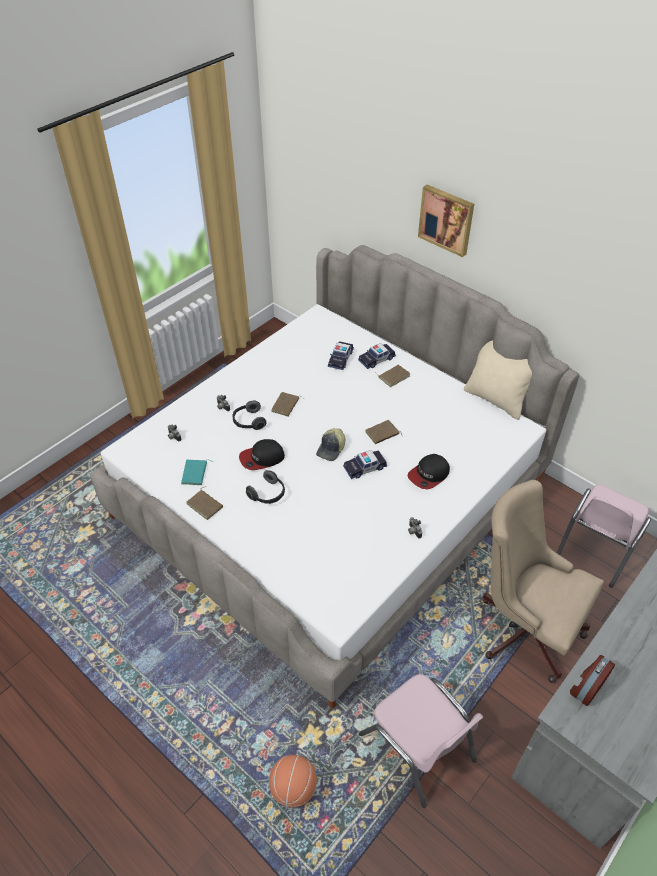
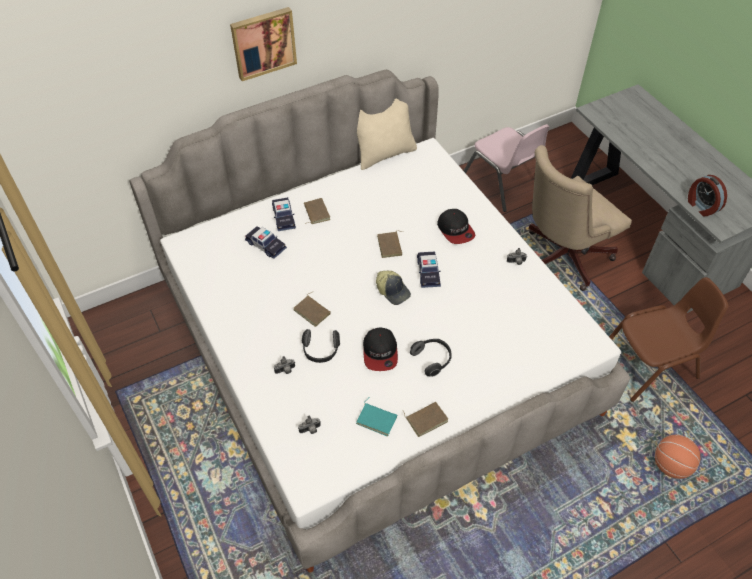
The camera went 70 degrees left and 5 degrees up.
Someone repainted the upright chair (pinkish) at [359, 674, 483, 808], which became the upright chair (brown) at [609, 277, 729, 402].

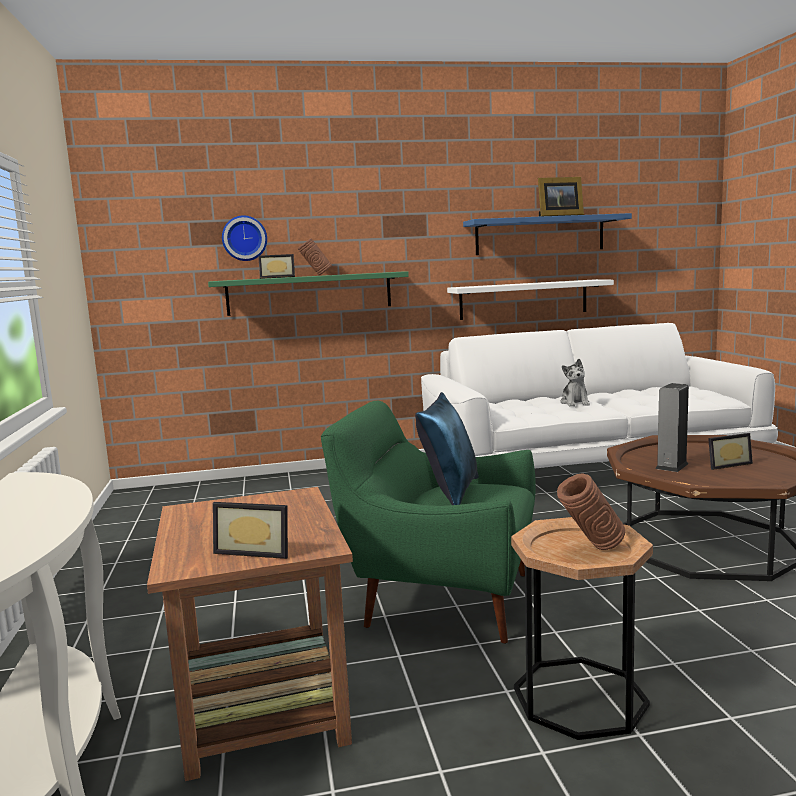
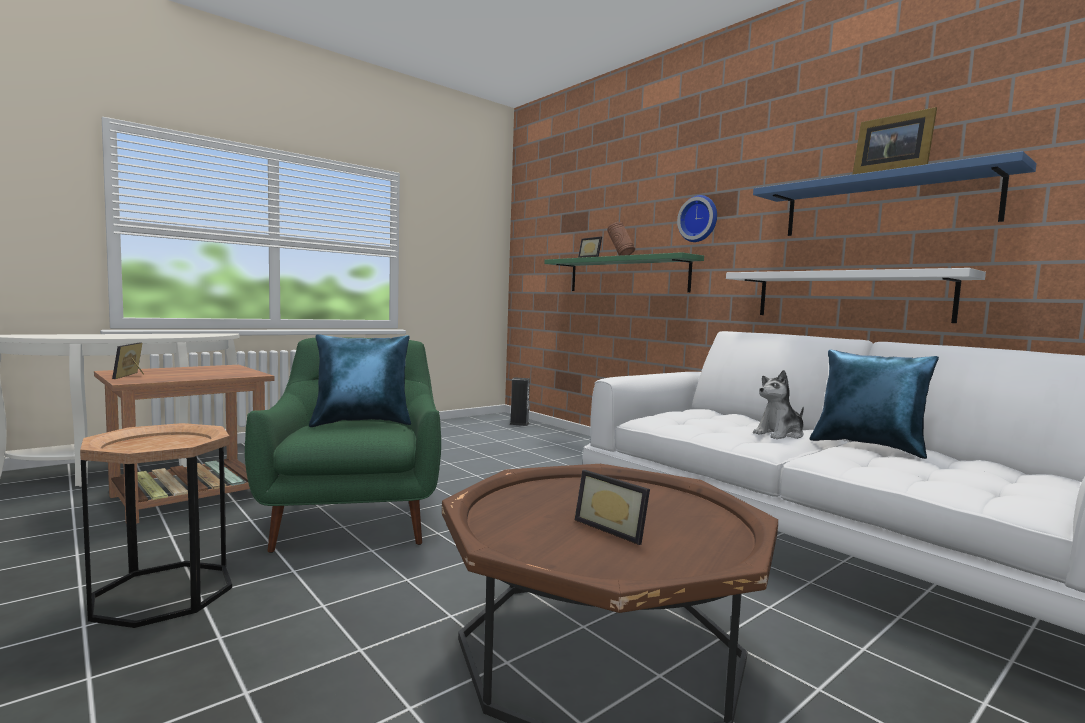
The camera went 60 degrees right and 5 degrees down.
Someone took away the flower vase (brown) at [557, 473, 625, 550].
Someone put down the cushion (blue) at [810, 350, 939, 459].
Someone carried the hanging clock from [222, 215, 267, 261] to [677, 195, 717, 242].
Someone carried the loudspeaker from [655, 383, 689, 472] to [509, 377, 530, 426].

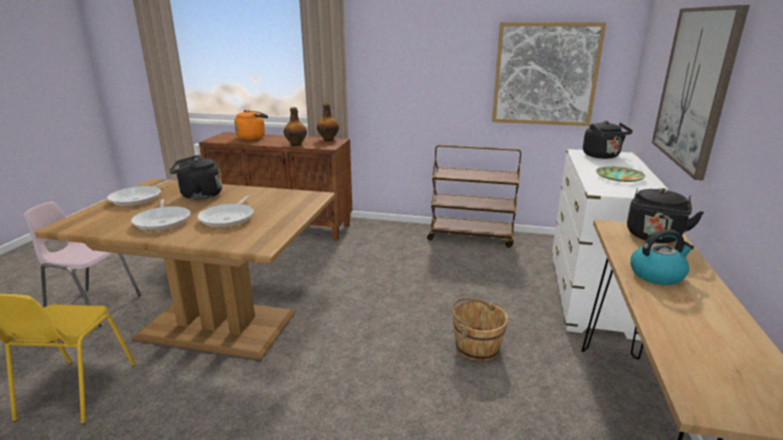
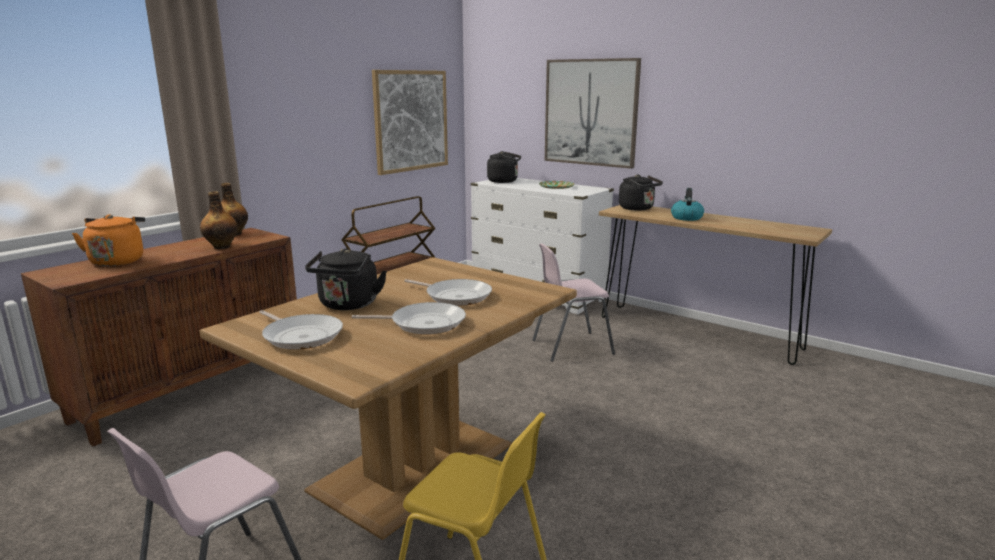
The camera went 65 degrees left and 5 degrees down.
Someone swapped the bucket (brown) at [451, 297, 508, 361] for the upright chair (pinkish) at [533, 243, 615, 362].

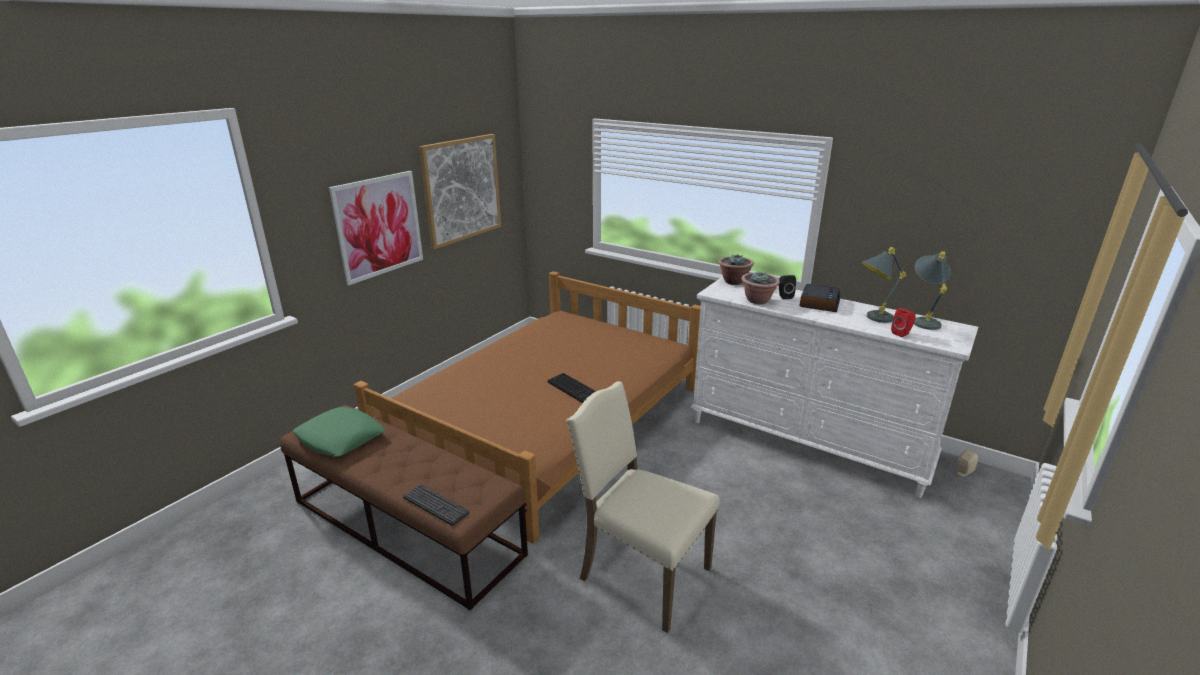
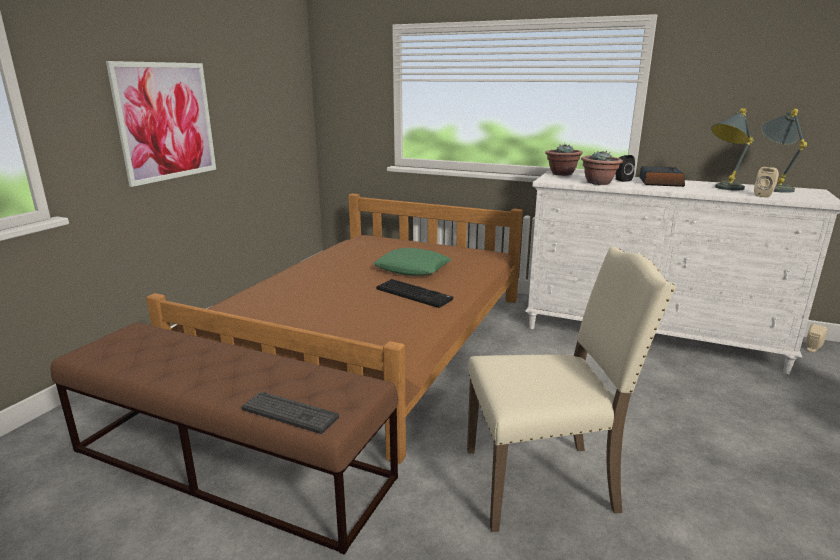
The camera went 10 degrees left and 5 degrees down.
Someone took away the picture at [419, 134, 501, 249].
Someone carried the cushion (green-coloured) from [293, 407, 385, 457] to [373, 248, 451, 276].
Someone repainted the loudspeaker (reddish) at [891, 308, 916, 337], which became the loudspeaker (sand-coloured) at [754, 167, 779, 198].
Someone rotated the upright chair (sand-coloured) at [566, 381, 720, 633] by 150 degrees clockwise.

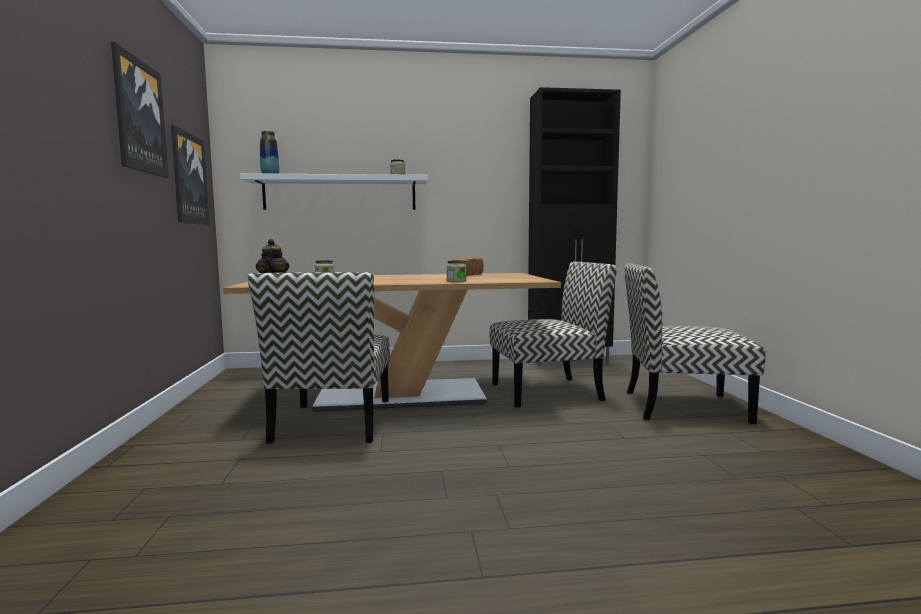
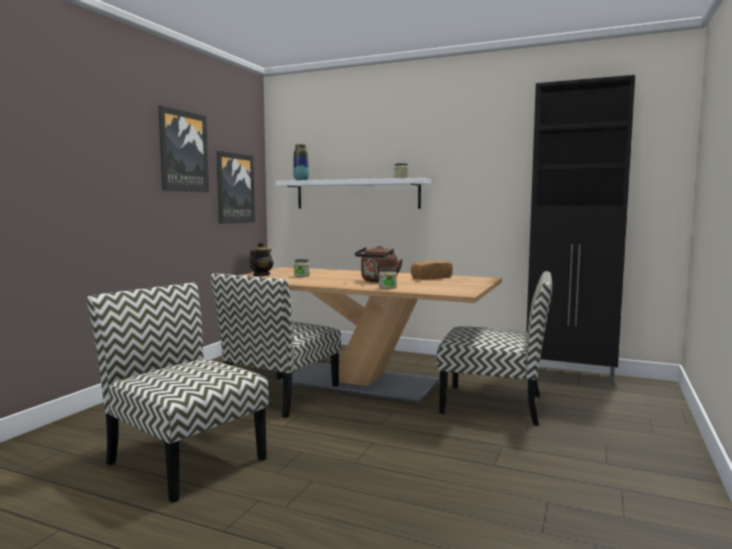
The camera went 30 degrees right and 0 degrees up.
Someone put down the tea kettle (brown) at [355, 245, 403, 282].
Someone carried the upright chair from [624, 263, 766, 424] to [87, 283, 269, 503].

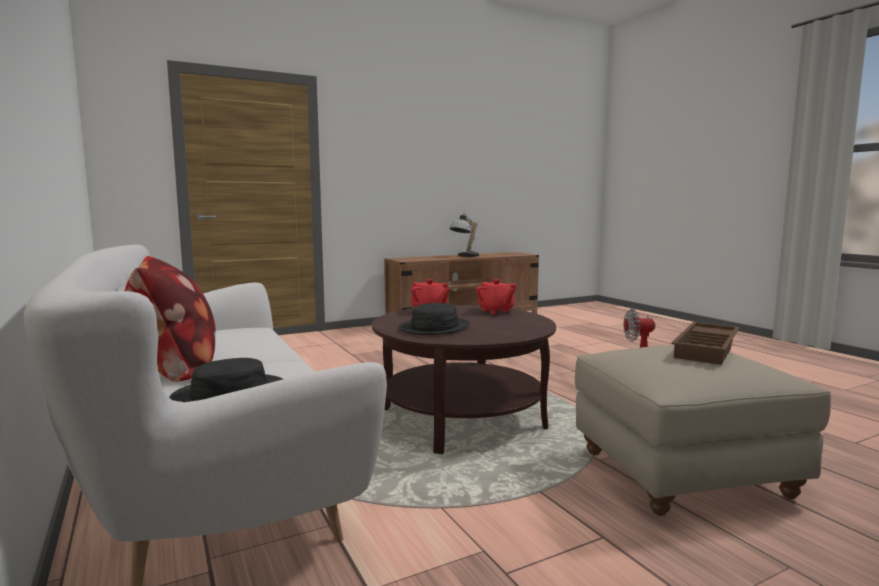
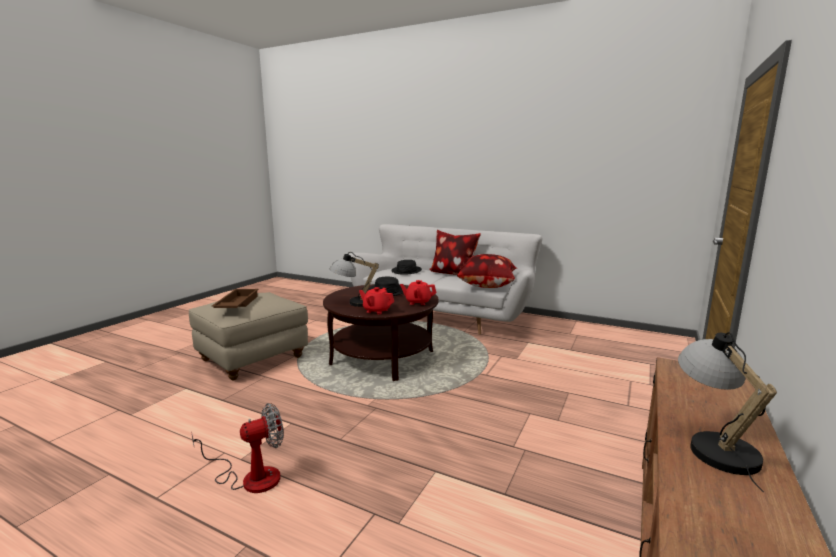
The camera went 145 degrees right and 5 degrees up.
Someone put down the table lamp at [330, 252, 379, 307].
Someone put down the cushion at [457, 254, 517, 288].

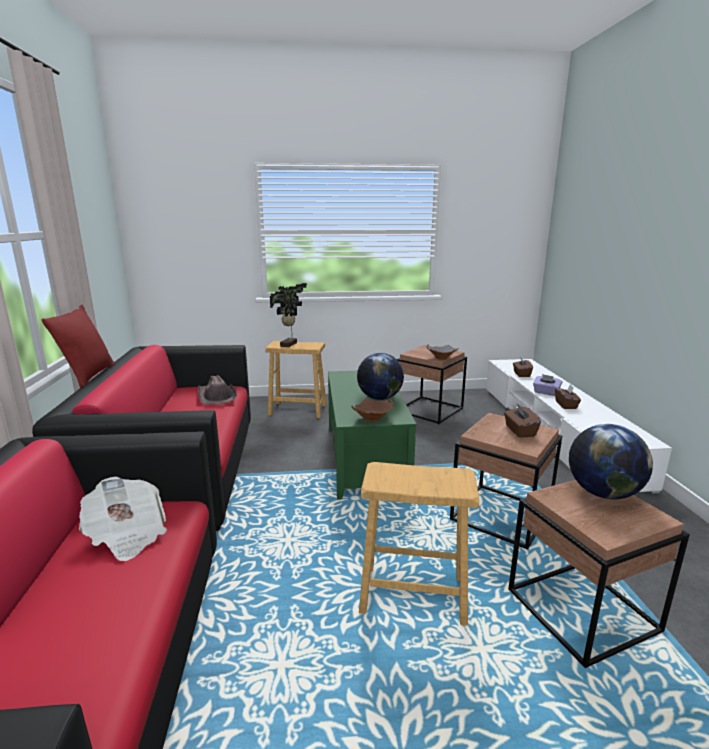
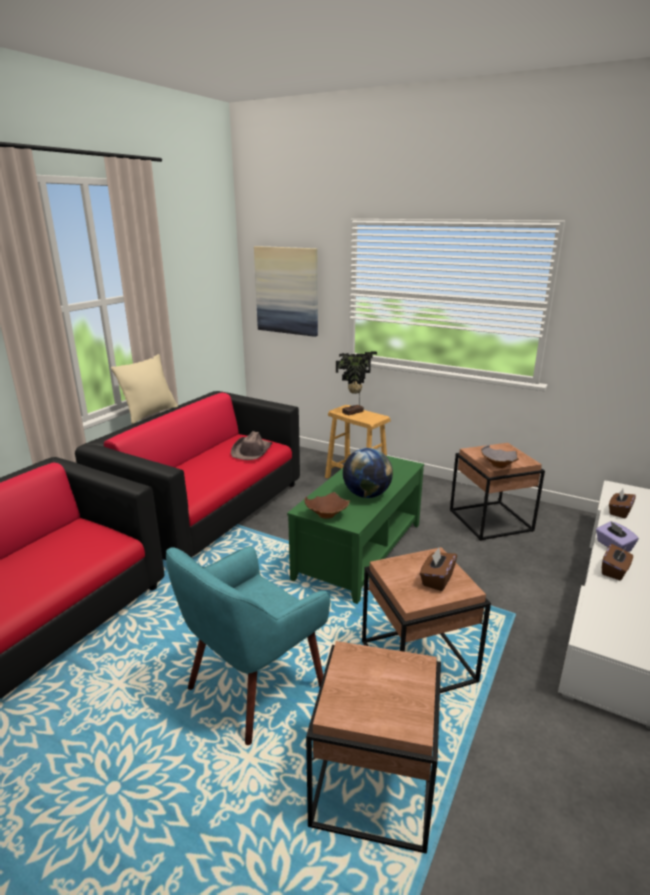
The camera went 35 degrees right and 5 degrees up.
Someone took away the daily paper at [79, 477, 167, 561].
Someone took away the world globe at [569, 424, 653, 499].
Someone put up the picture at [254, 246, 318, 337].
Someone swapped the sitting stool (brown) at [359, 462, 479, 626] for the lounge chair (blue-green) at [166, 546, 330, 745].
Someone repainted the cushion (reddish) at [41, 305, 115, 388], which became the cushion (sand-coloured) at [111, 354, 178, 424].

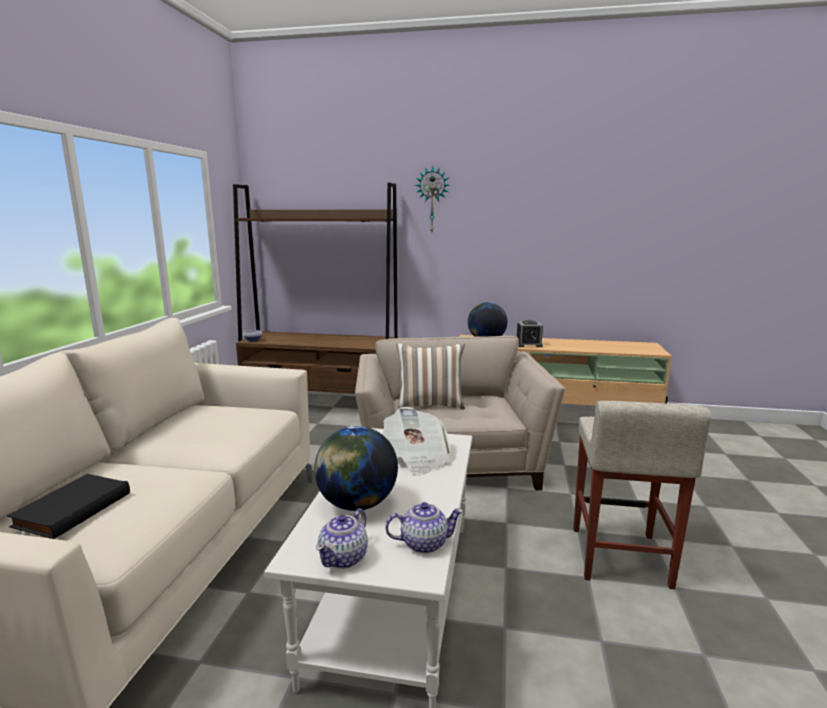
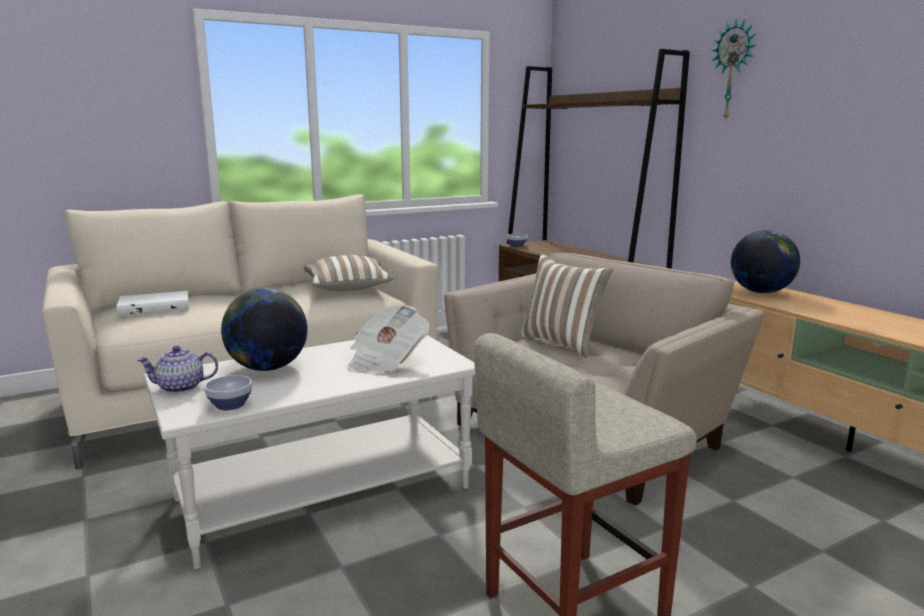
The camera went 50 degrees right and 0 degrees up.
Someone took away the bedside clock at [517, 320, 543, 347].
Someone put down the cushion at [304, 255, 394, 291].
Someone swapped the tea pot at [385, 502, 463, 553] for the serving bowl at [204, 375, 252, 410].
Someone repainted the bound book (black-coloured) at [7, 474, 130, 539], which became the bound book (whitish) at [116, 291, 189, 316].

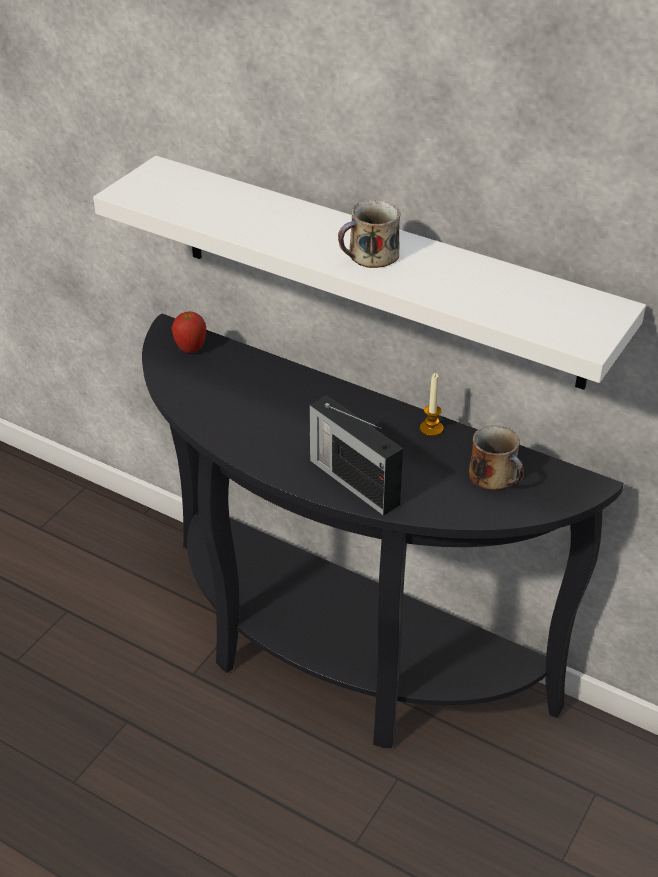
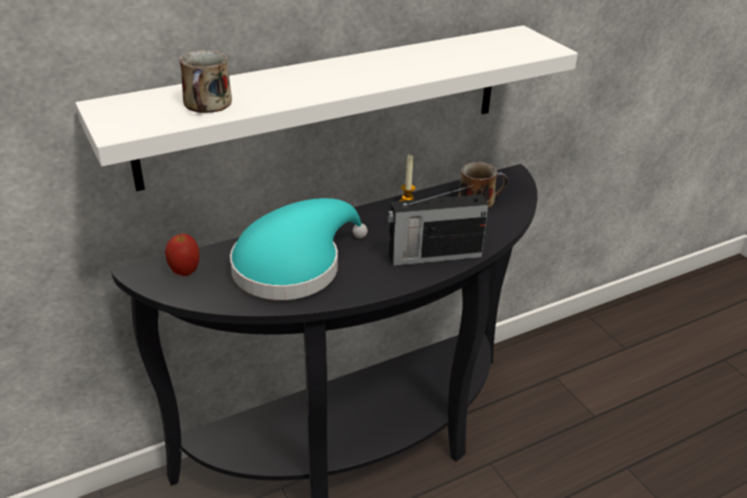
The camera went 60 degrees left and 5 degrees down.
Someone put down the wearable hat (blue-green) at [230, 198, 368, 300].
Someone carried the coffee mug from [338, 200, 401, 268] to [179, 50, 232, 113].

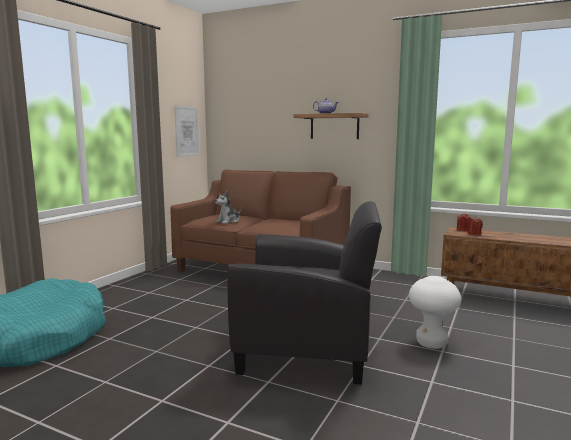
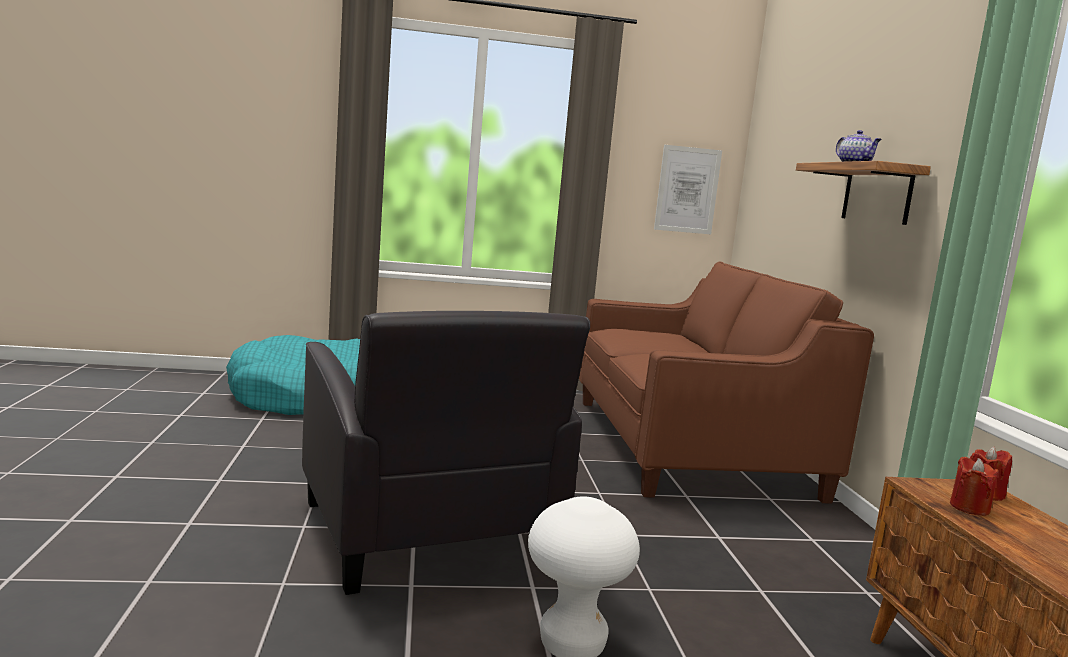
The camera went 55 degrees right and 0 degrees up.
Someone took away the soft toy at [215, 191, 241, 224].

